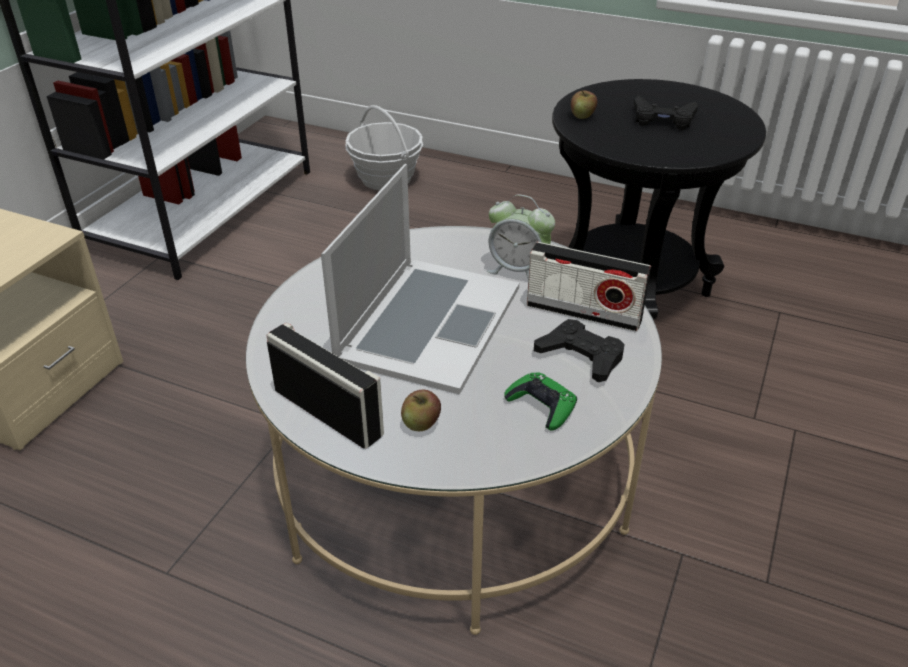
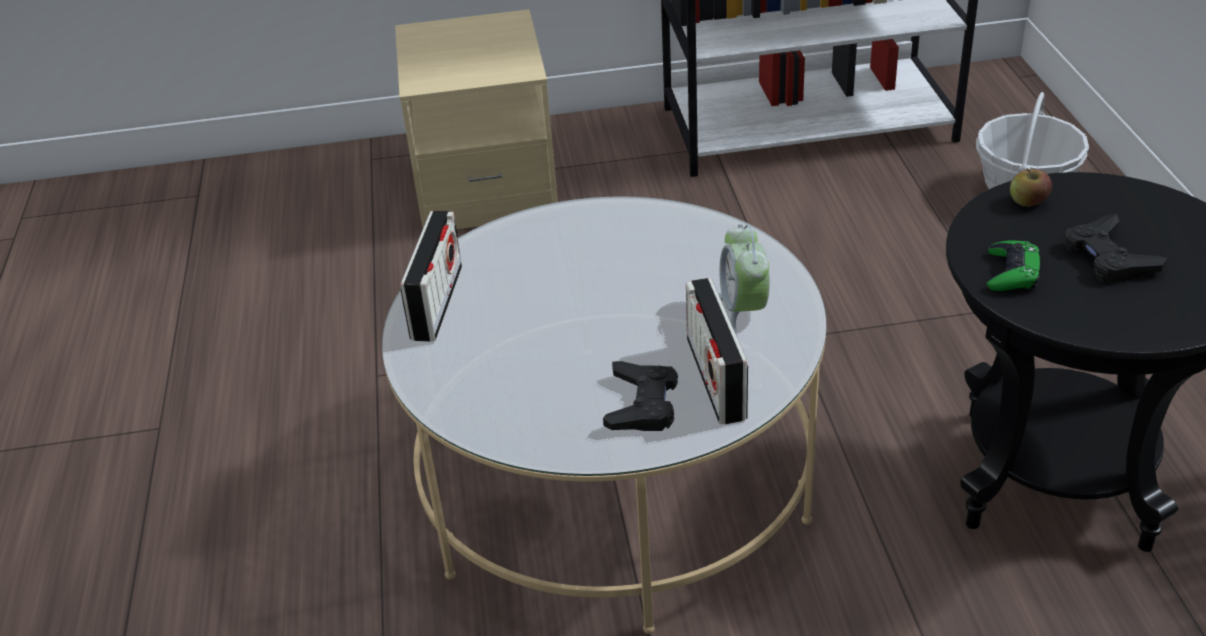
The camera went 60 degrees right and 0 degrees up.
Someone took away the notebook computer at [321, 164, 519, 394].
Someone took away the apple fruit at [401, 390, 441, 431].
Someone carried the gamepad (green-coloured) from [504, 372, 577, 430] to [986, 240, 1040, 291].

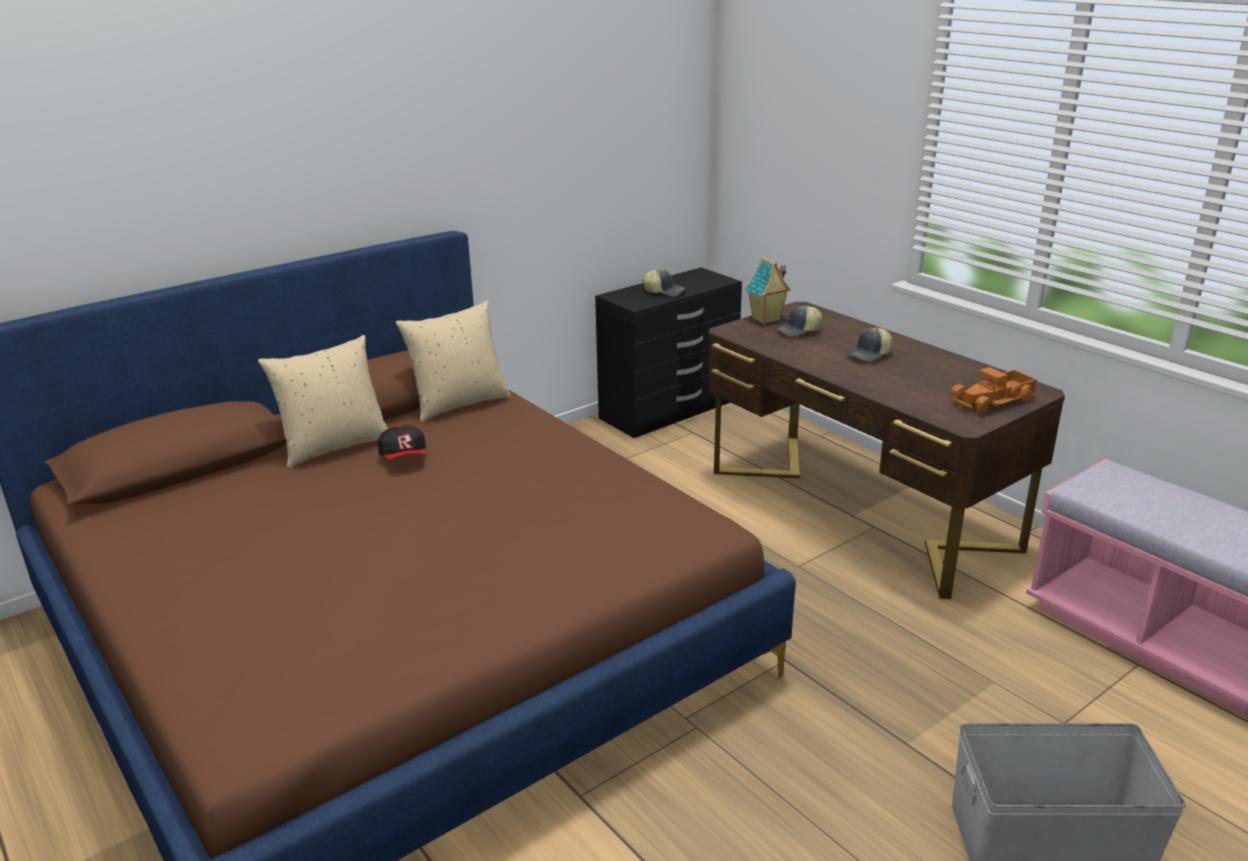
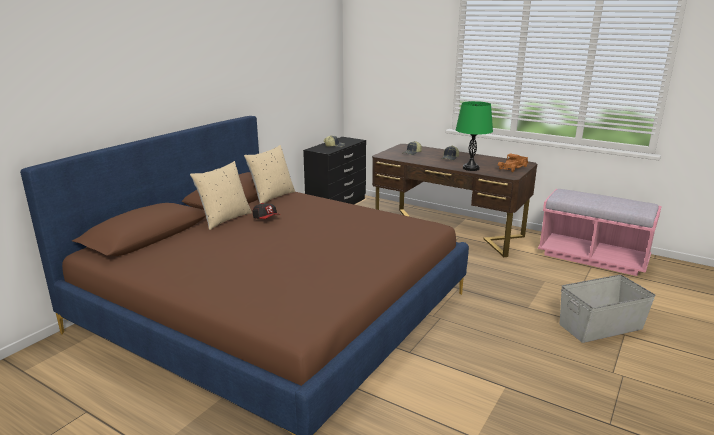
The camera went 20 degrees left and 5 degrees down.
Someone took away the miniature house at [745, 256, 791, 324].
Someone put down the table lamp (green-coloured) at [456, 101, 493, 171].

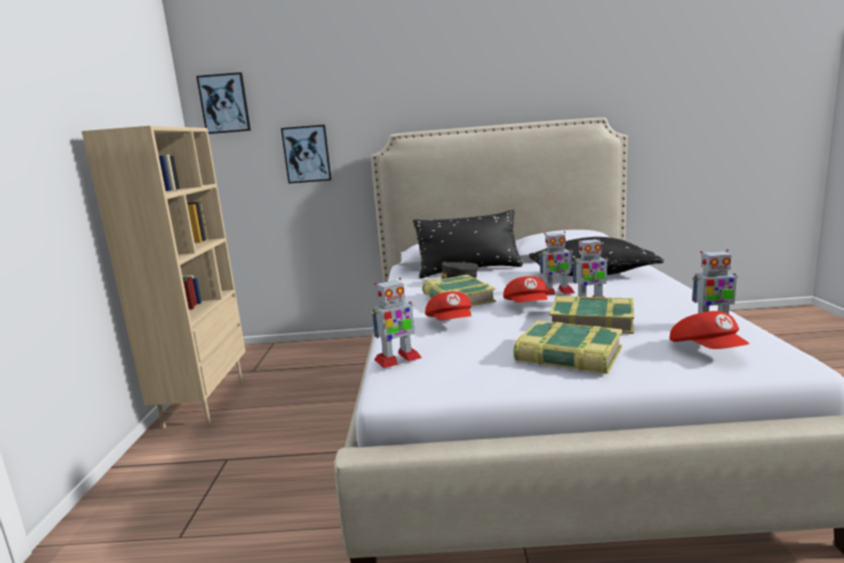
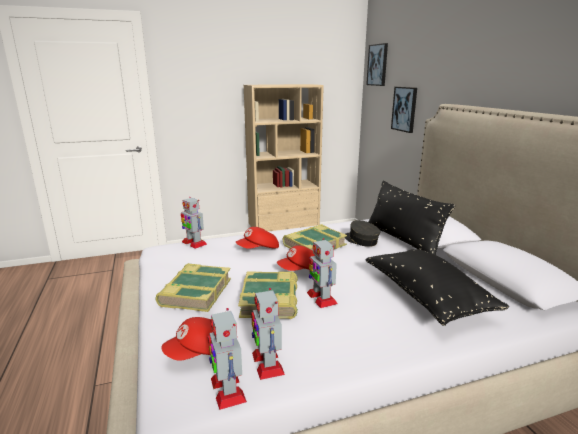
The camera went 70 degrees right and 5 degrees up.
Someone carried the robot figure from [539, 231, 575, 295] to [208, 308, 247, 410].

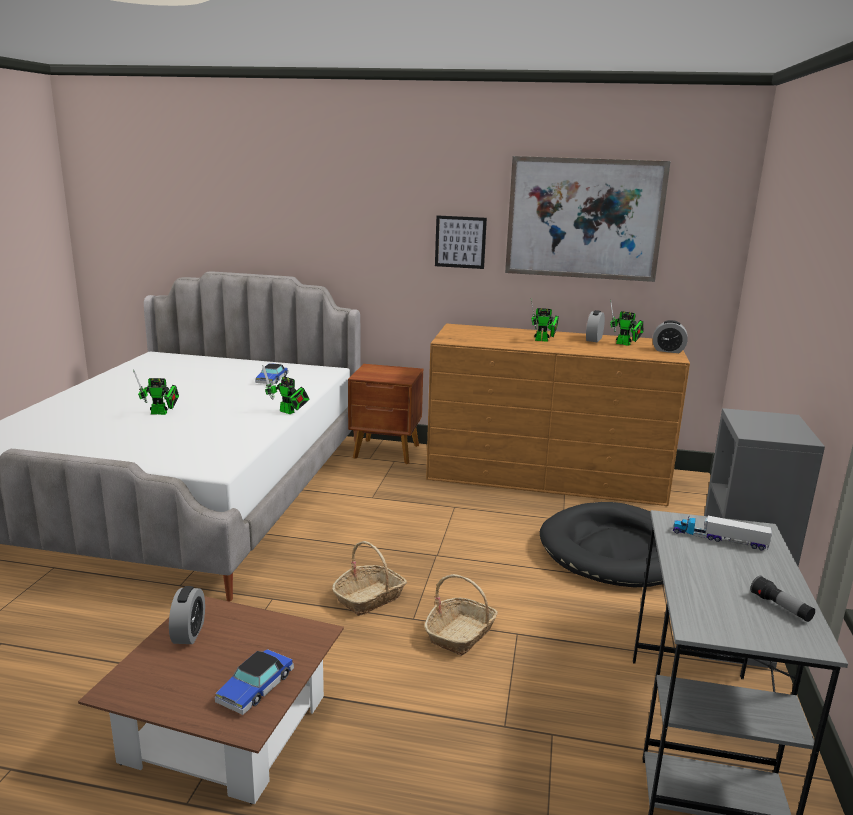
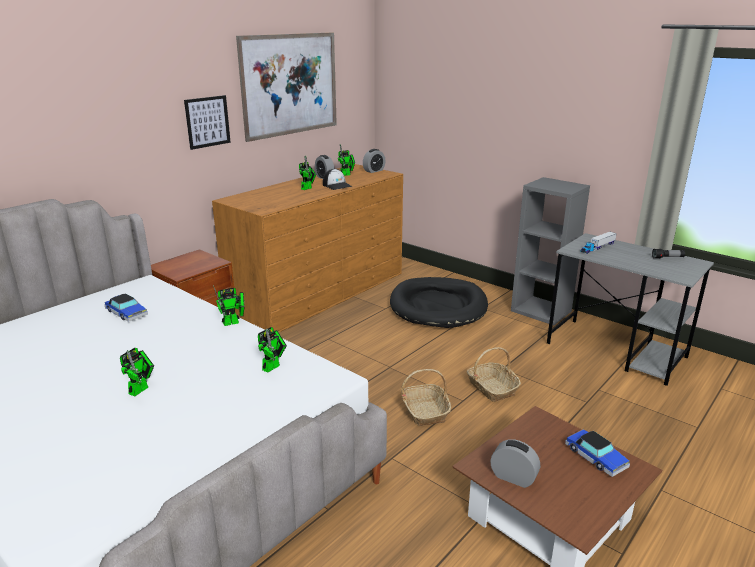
The camera went 60 degrees left and 5 degrees up.
Someone put down the robot figure at [258, 327, 287, 373].
Someone put down the cap at [323, 169, 352, 190].

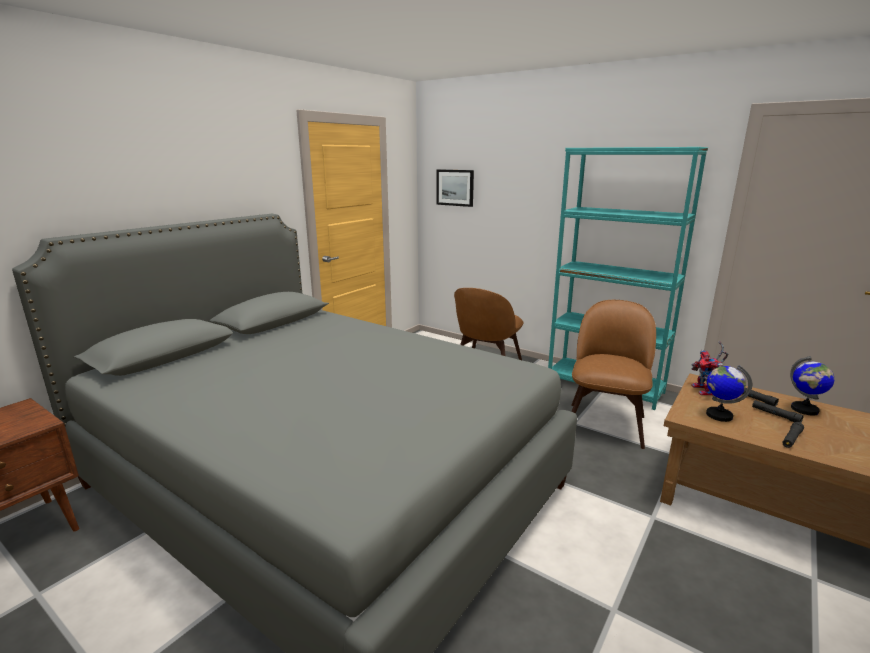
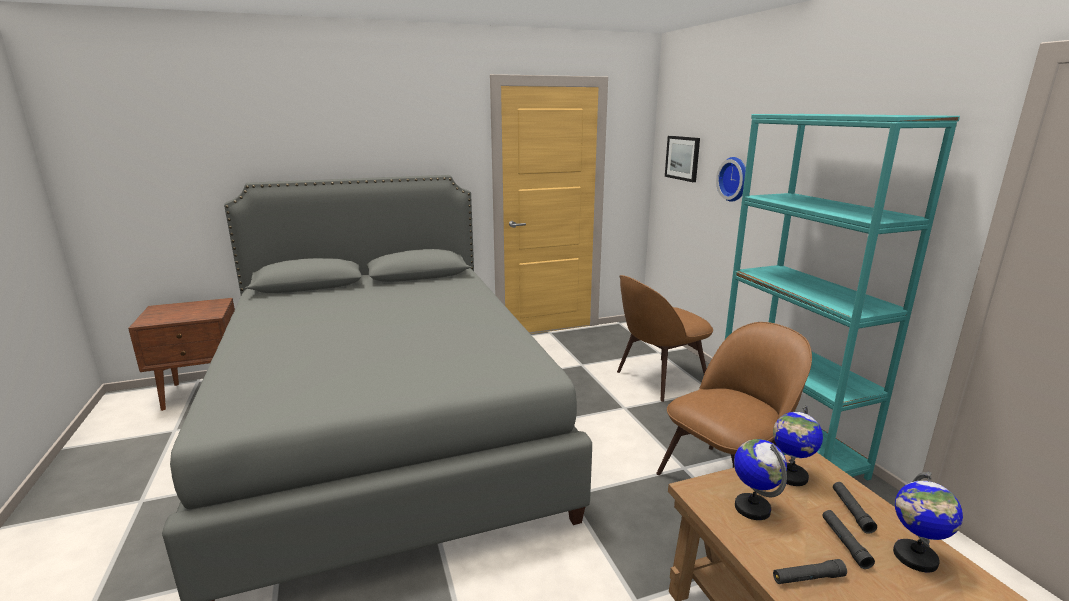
The camera went 35 degrees right and 0 degrees up.
Someone put up the hanging clock at [716, 157, 746, 202].
Someone swapped the robot figure at [691, 341, 728, 395] for the world globe at [773, 406, 823, 486].

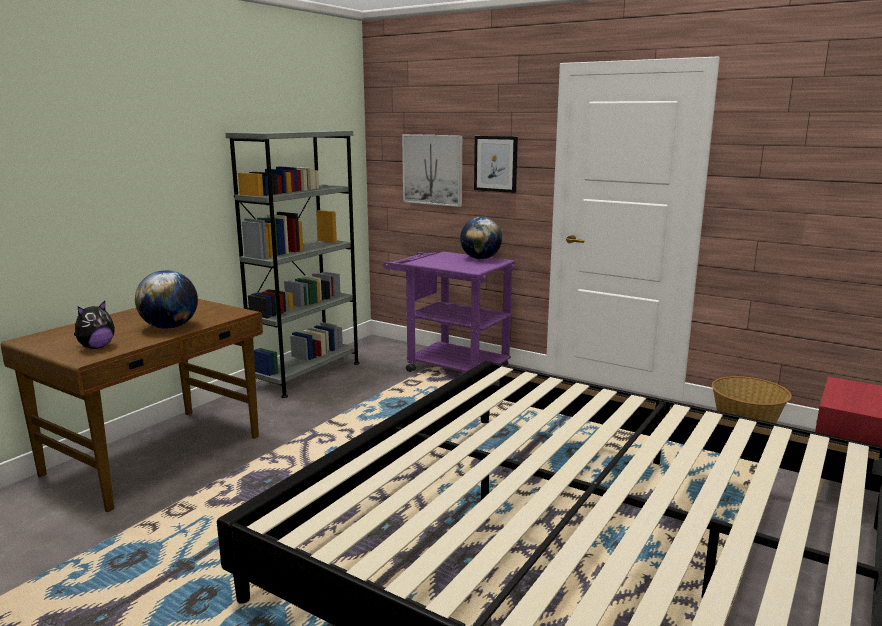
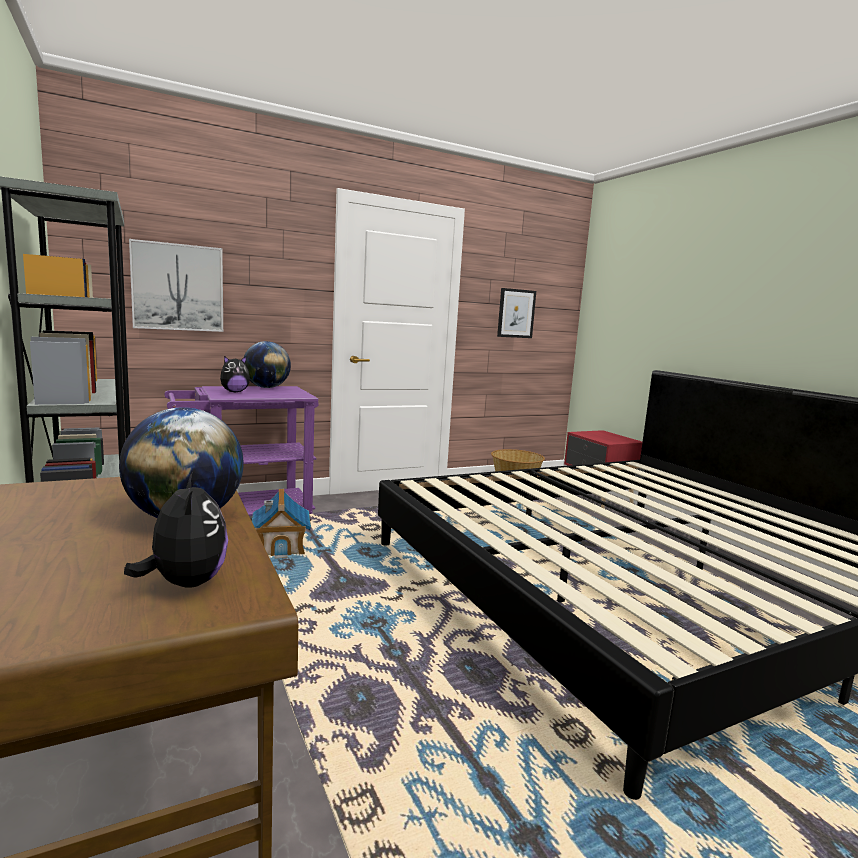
The camera went 60 degrees left and 5 degrees down.
Someone put down the soft toy at [220, 356, 250, 392].
Someone put down the miniature house at [252, 488, 311, 559].
Someone carried the picture from [474, 136, 518, 193] to [497, 288, 536, 338].

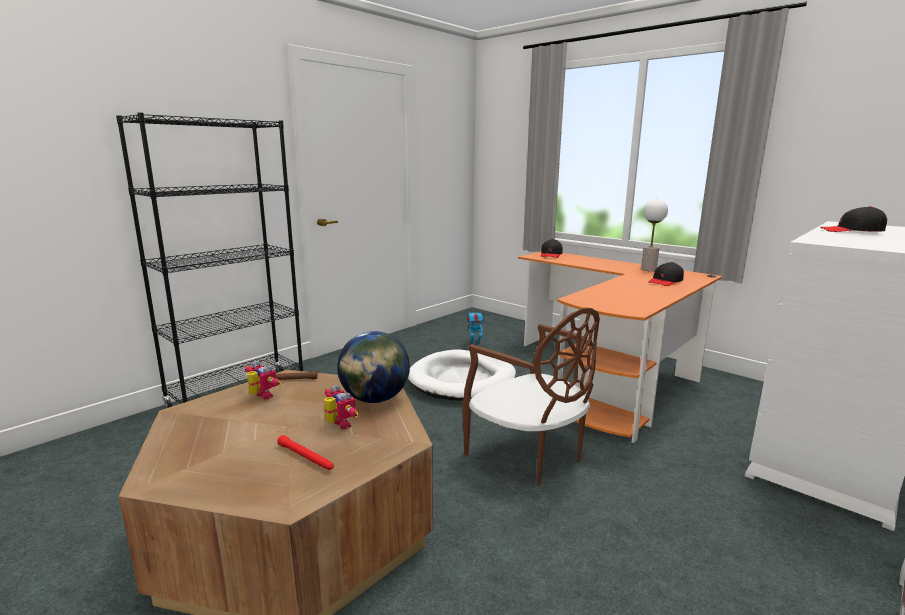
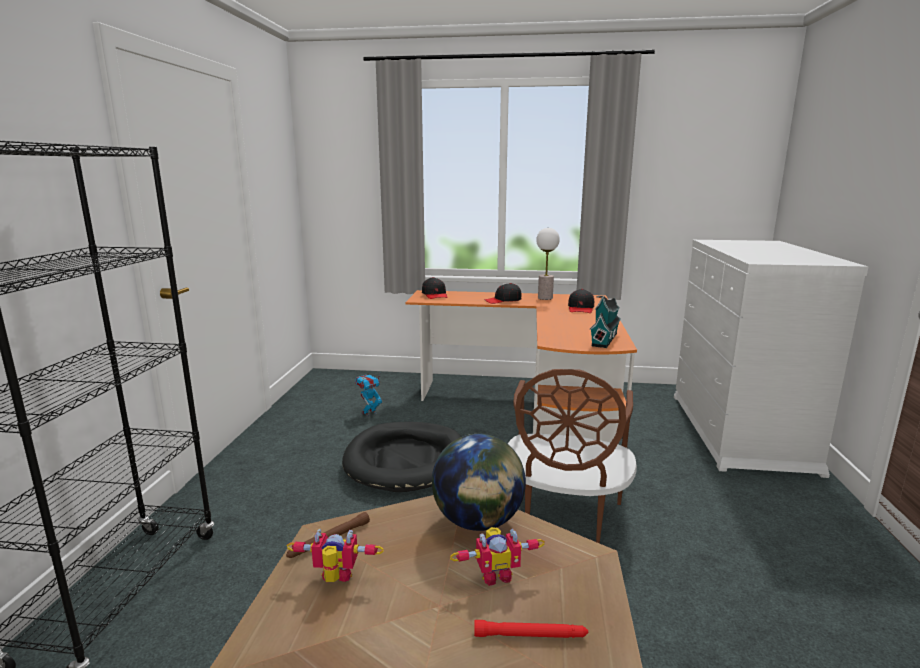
The camera went 35 degrees left and 0 degrees up.
Someone put down the miniature house at [590, 296, 621, 348].
Someone carried the cap (black-coloured) from [820, 206, 887, 232] to [484, 283, 522, 304].
Someone repainted the dog bed (whitish) at [408, 350, 516, 401], which became the dog bed (black-coloured) at [342, 422, 461, 492].
Someone rotated the robot figure at [324, 385, 359, 429] by 150 degrees clockwise.
Someone rotated the upright chair (brown) at [463, 307, 600, 486] by 90 degrees clockwise.

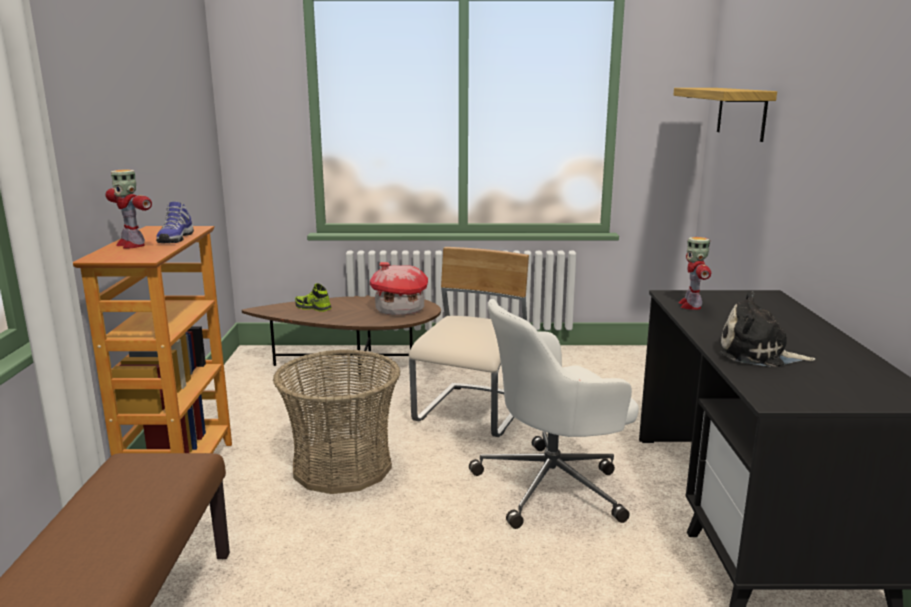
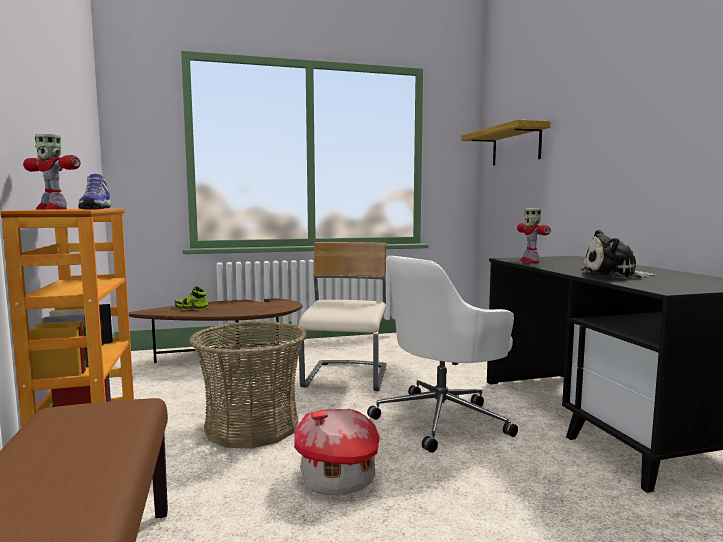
The camera went 15 degrees left and 10 degrees down.
Someone carried the miniature house from [370, 262, 428, 315] to [294, 409, 380, 495].

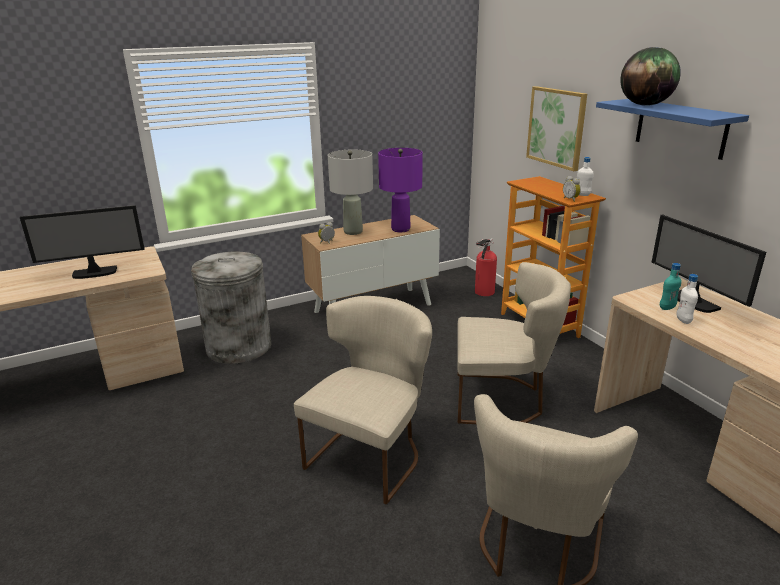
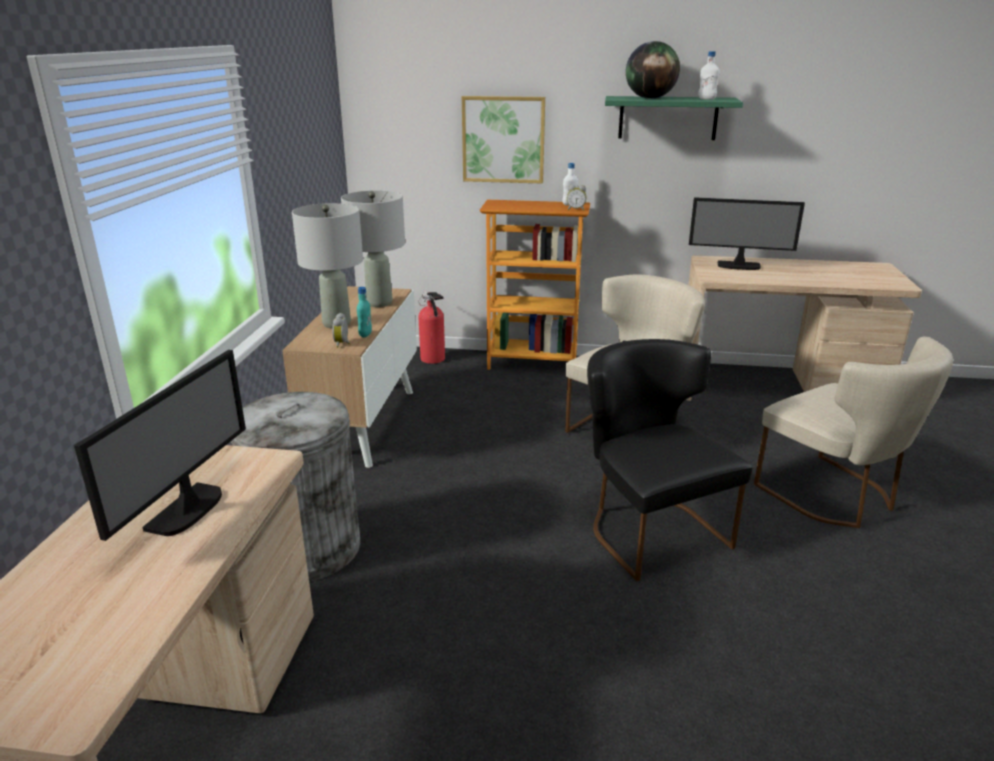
The camera went 55 degrees left and 0 degrees up.
Someone carried the bottle (blue-green) from [660, 263, 682, 310] to [357, 287, 372, 338].
Someone carried the bottle (whitish) from [676, 274, 698, 324] to [698, 51, 719, 100].
Someone repainted the upright chair (sand-coloured) at [294, 296, 432, 505], which became the upright chair (black-coloured) at [587, 339, 753, 581].
Someone repainted the table lamp (purple-coloured) at [378, 148, 423, 232], which became the table lamp (grey) at [341, 191, 405, 307].
Someone repainted the wall shelf (blue) at [596, 99, 749, 160], which became the wall shelf (green-coloured) at [605, 96, 743, 140].

